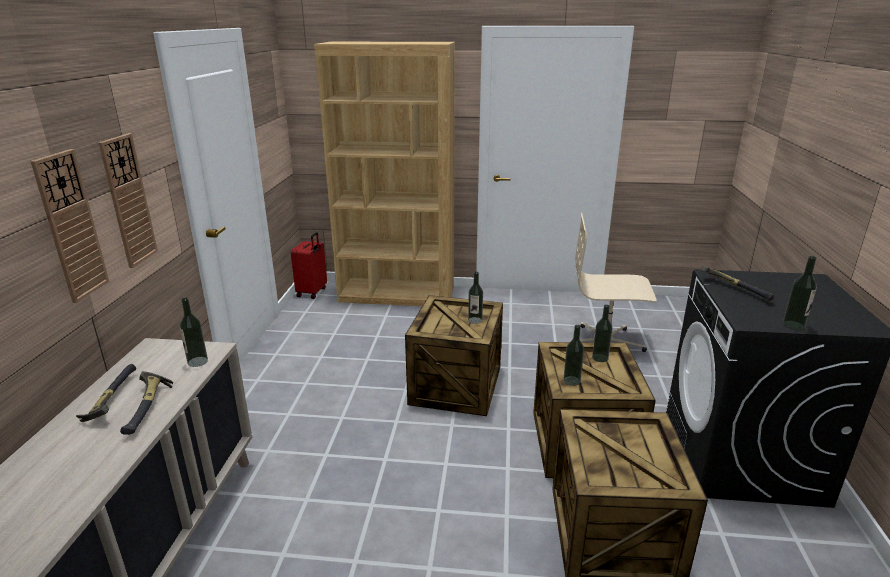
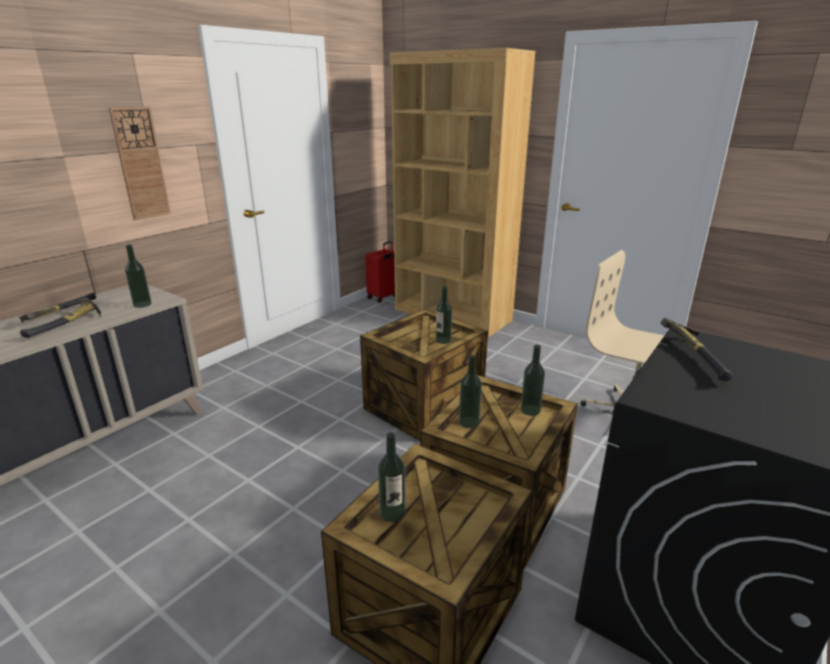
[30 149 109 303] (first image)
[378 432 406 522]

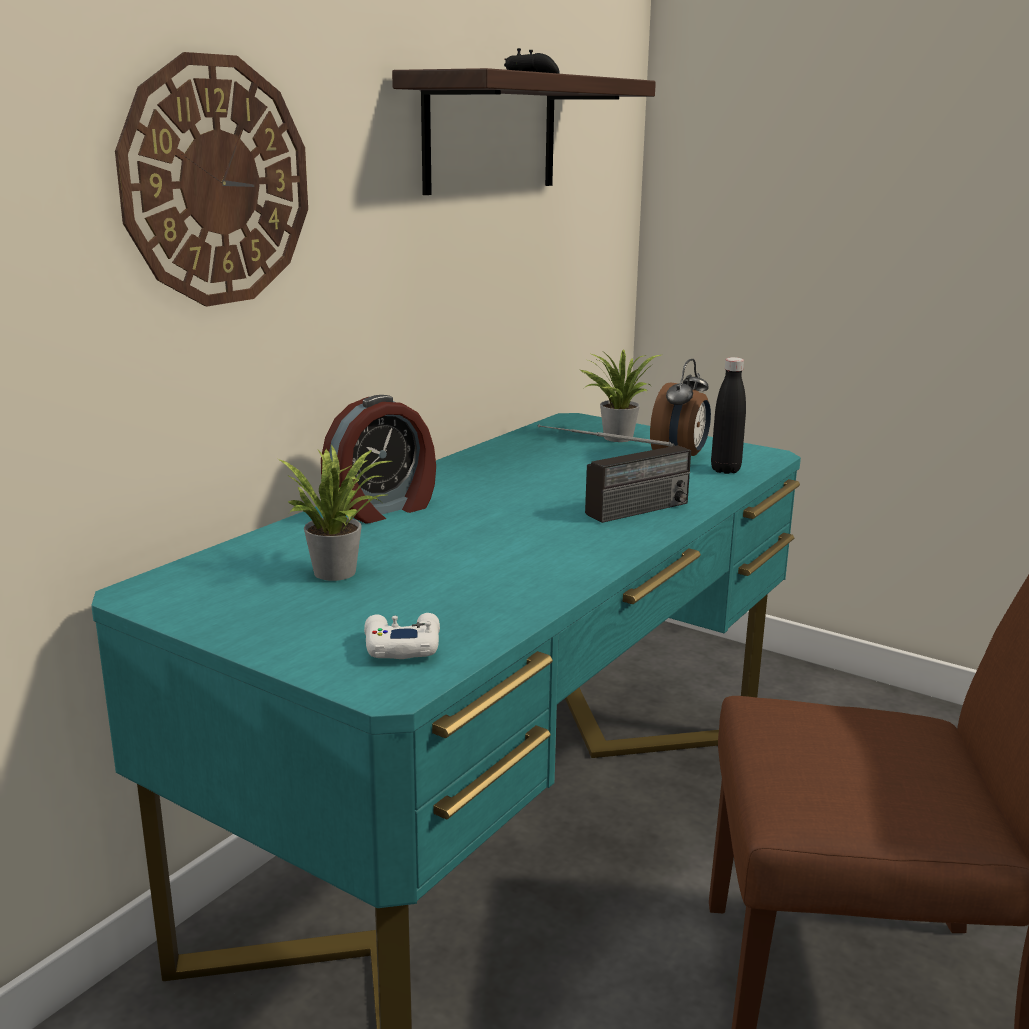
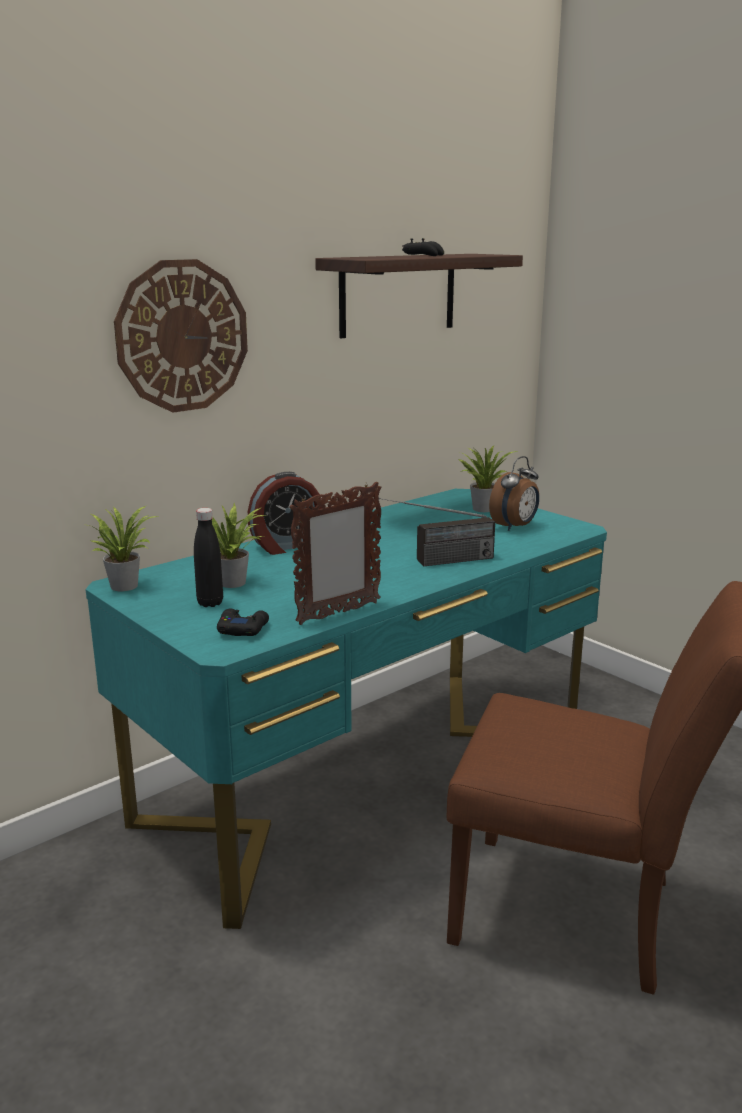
[217 609 269 636]
[194 508 223 607]
[88 506 160 591]
[290 482 382 625]

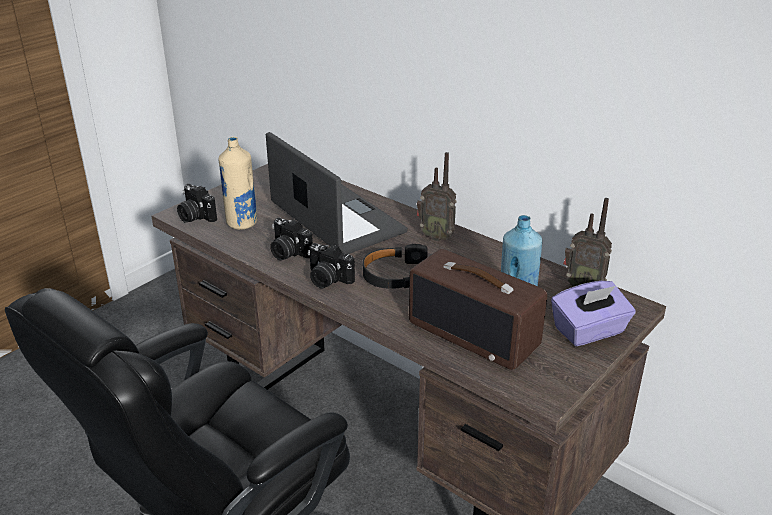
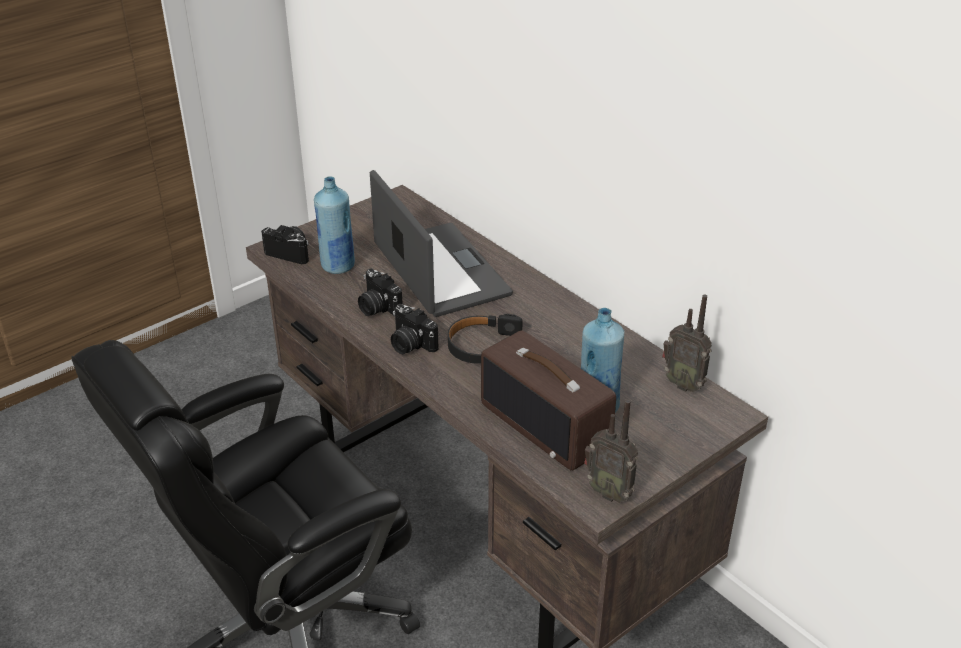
[261 225 309 264]
[314 176 355 274]
[584 400 638 503]
[551 281 635 346] (first image)

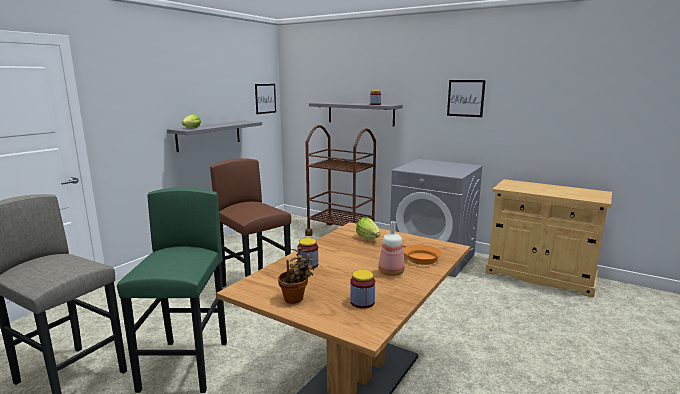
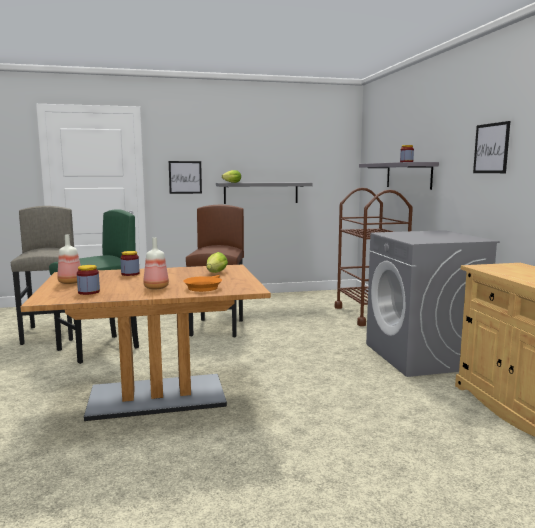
[169 161 202 194]
[57 234 81 284]

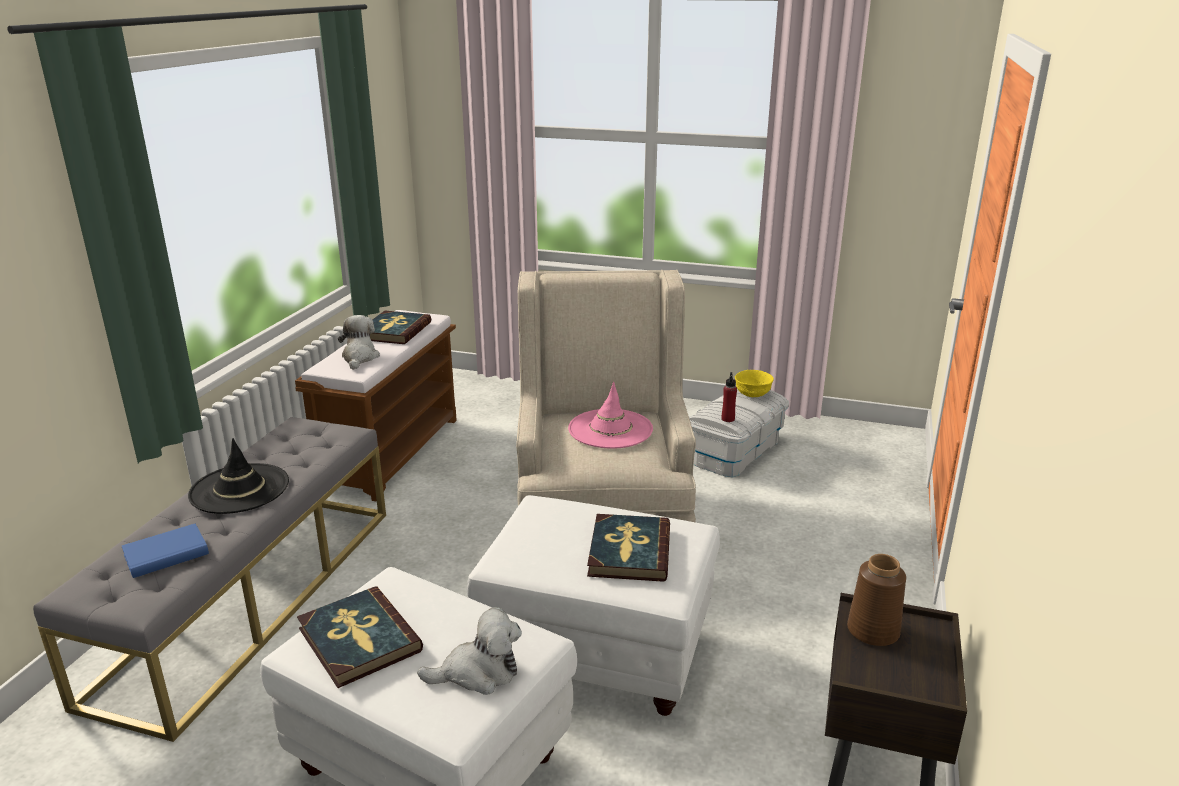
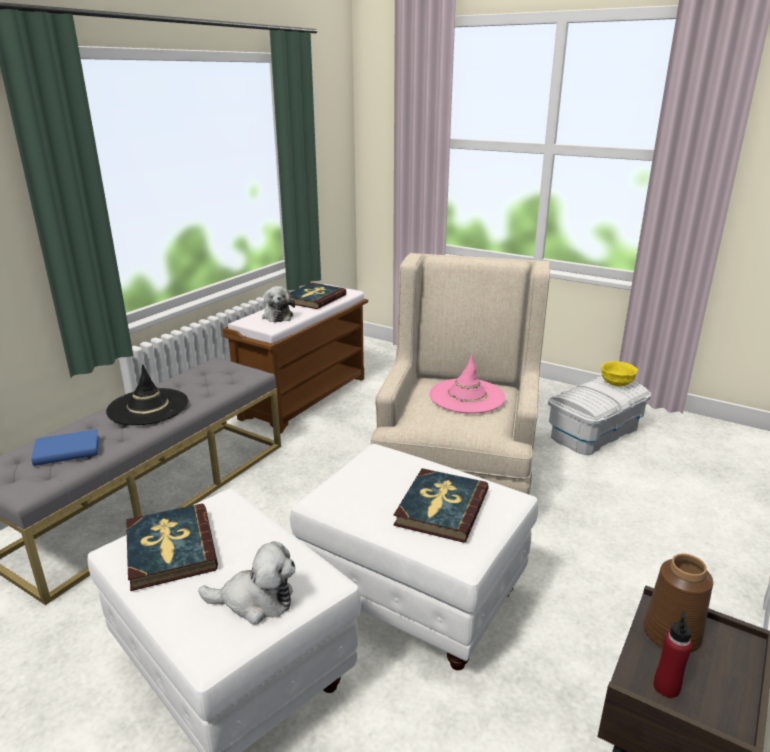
[262 286 295 323]
[653 611 692 698]

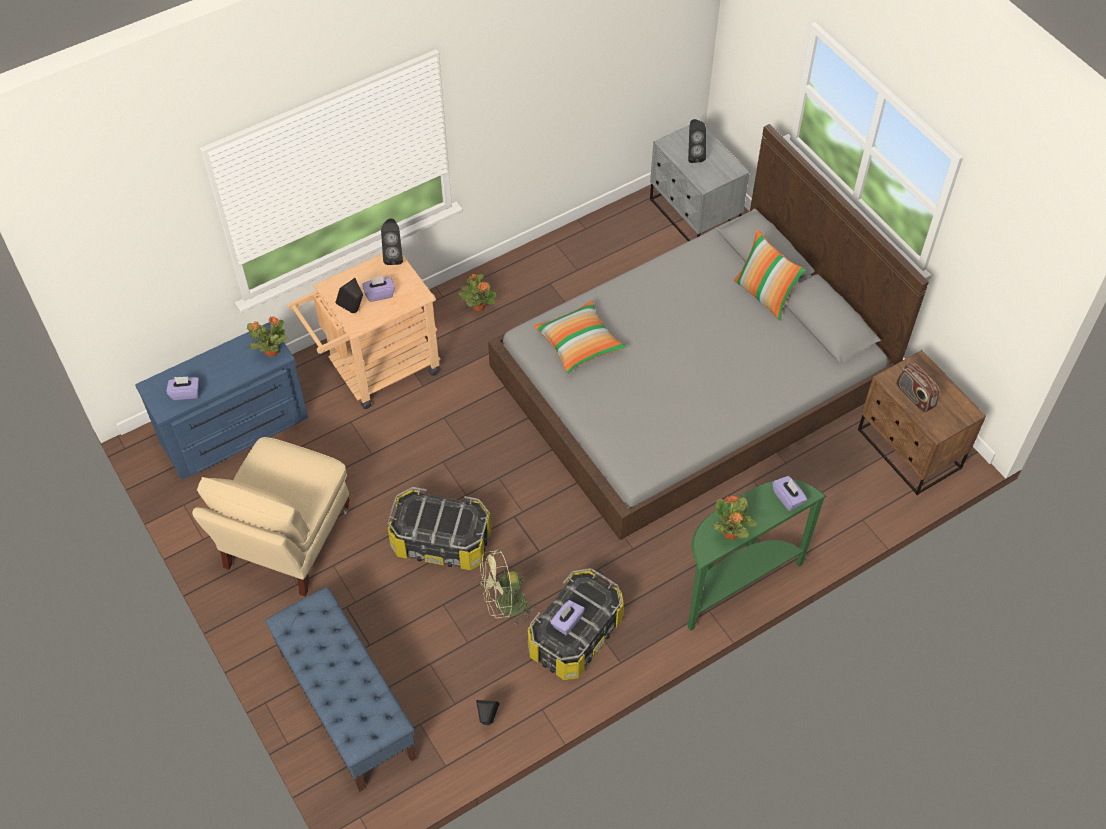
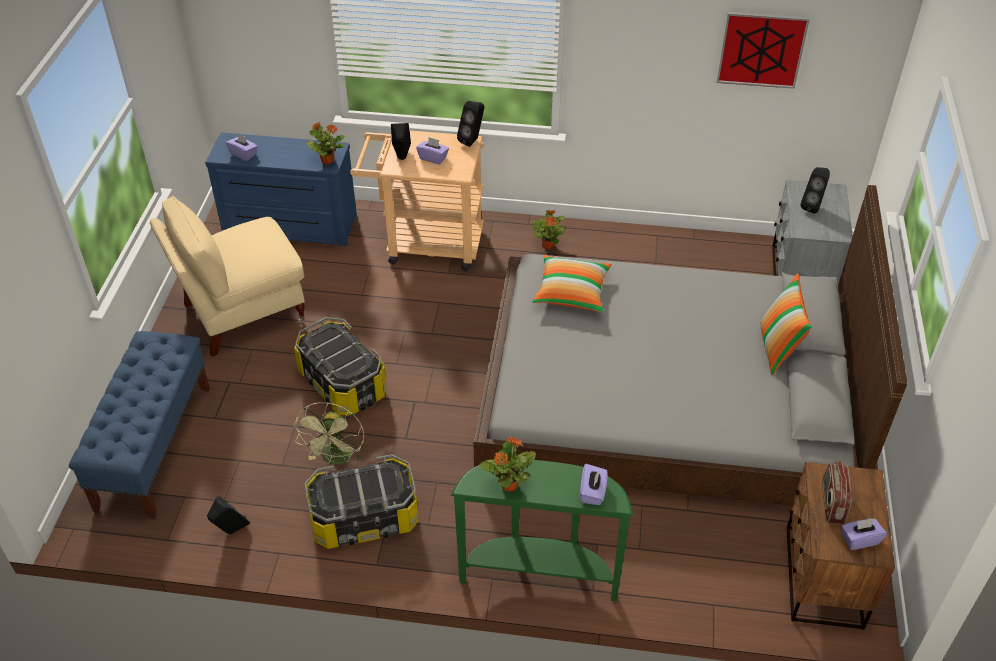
[294 402 364 465]
[841 519 887 550]
[717 12 810 89]

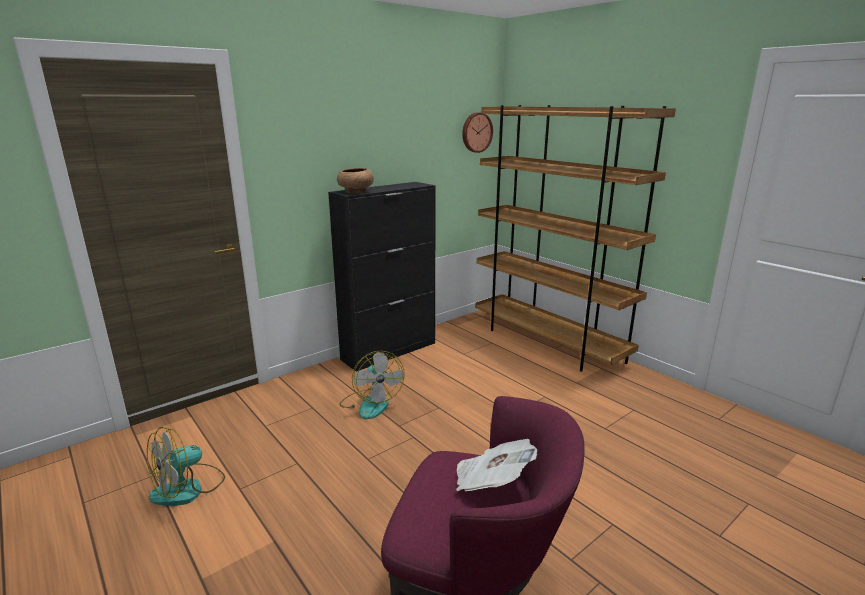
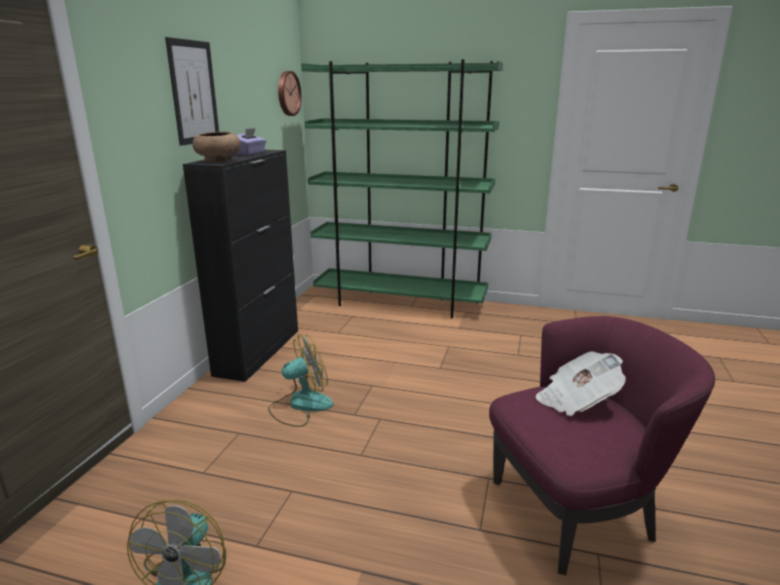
[268 334 333 427]
[301 59 503 319]
[165 37 219 146]
[236 128 266 155]

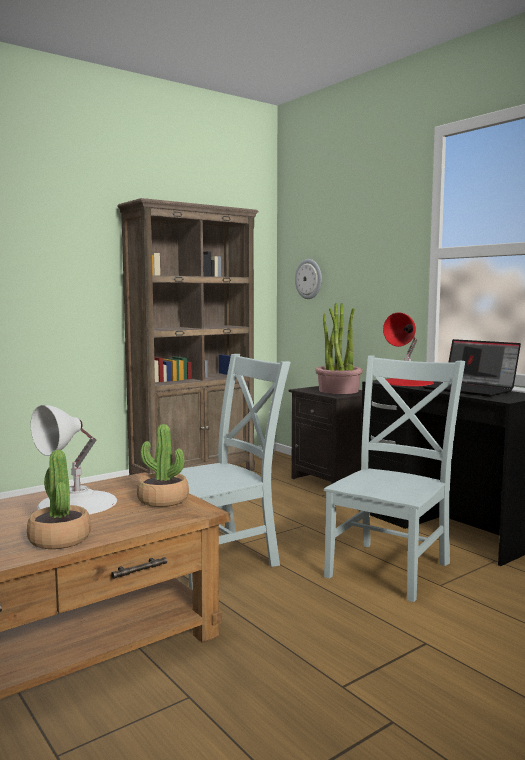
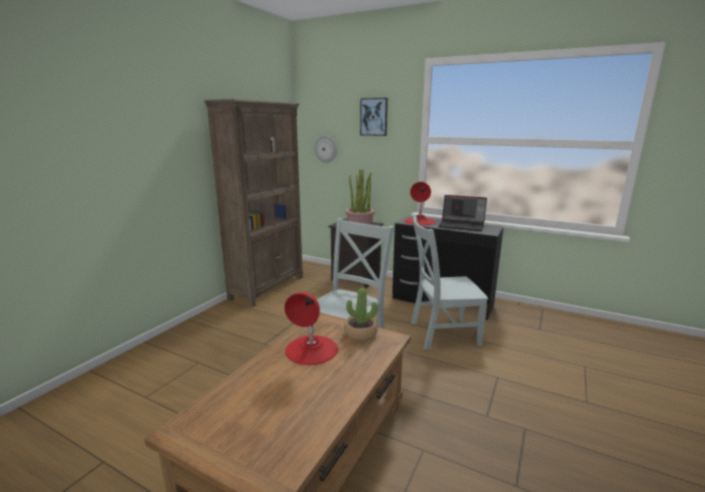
[27 450 91 549] (first image)
[284 292 338 365]
[411 215 488 350]
[360 98 388 136]

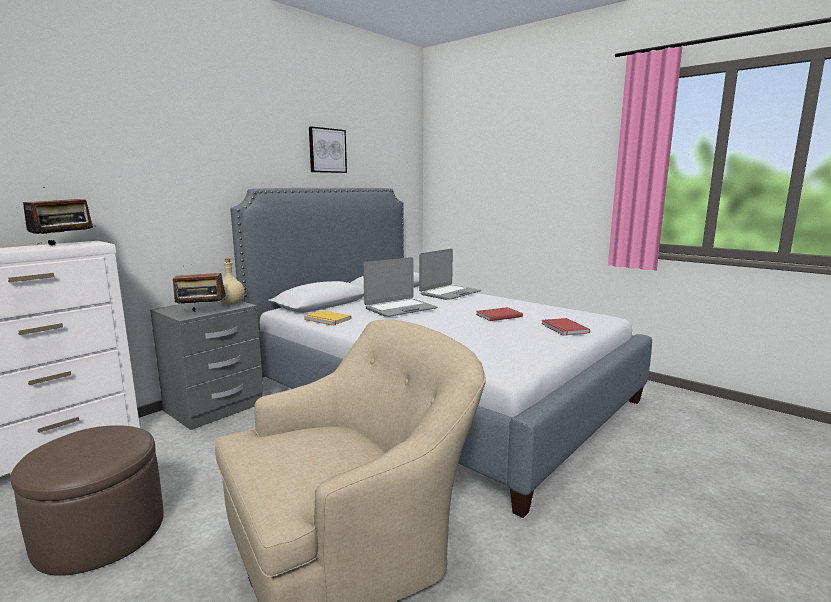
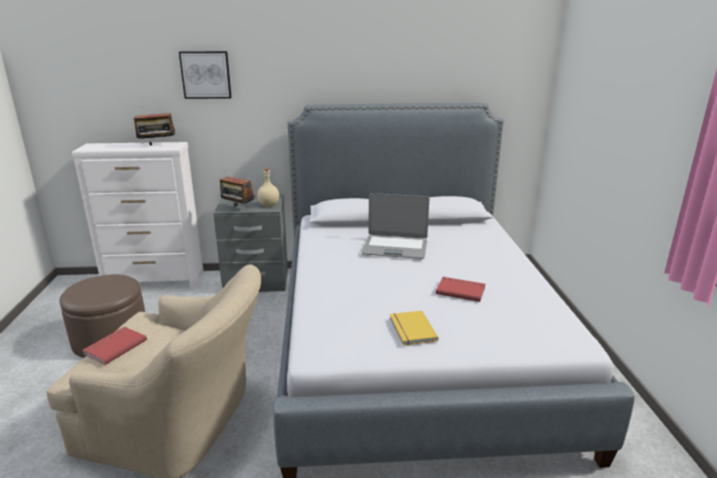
[390 311 439 346]
[179 51 232 99]
[419 249 481 300] (first image)
[82 327 147 365]

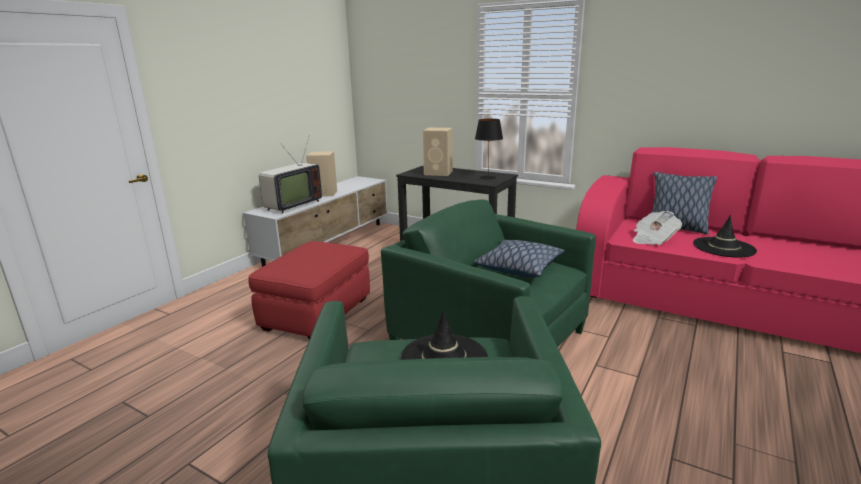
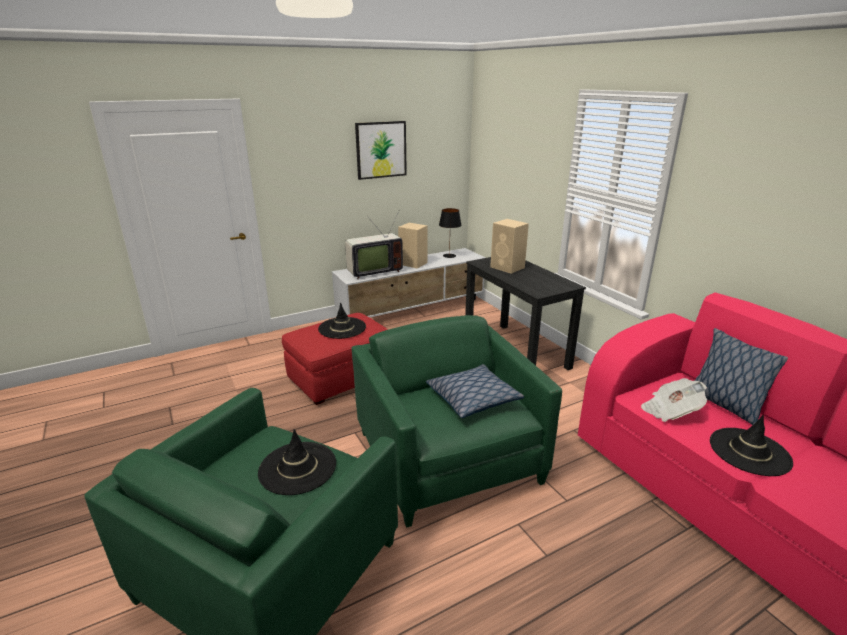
[439 208 462 258]
[318 303 366 339]
[355 121 407 180]

